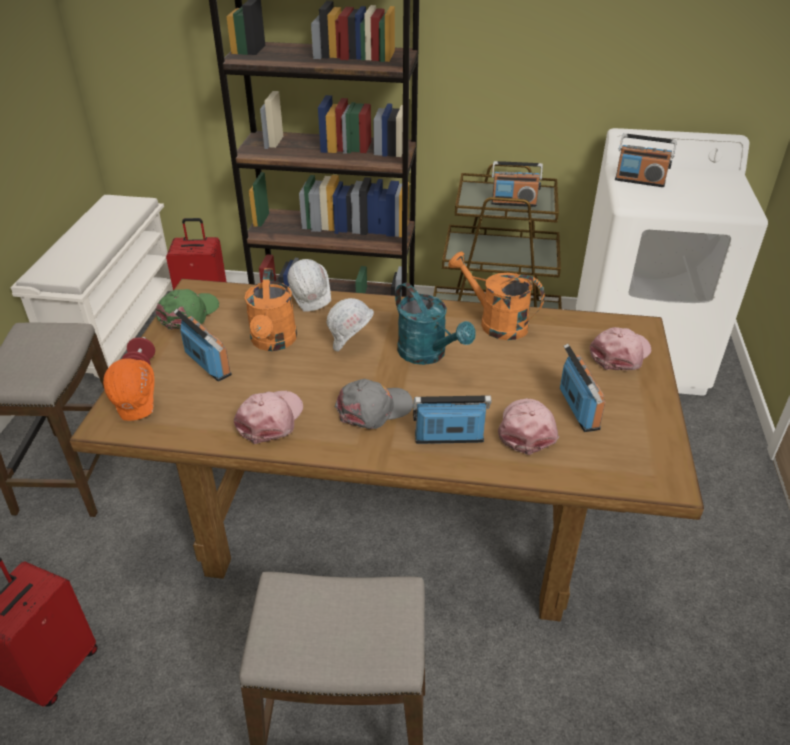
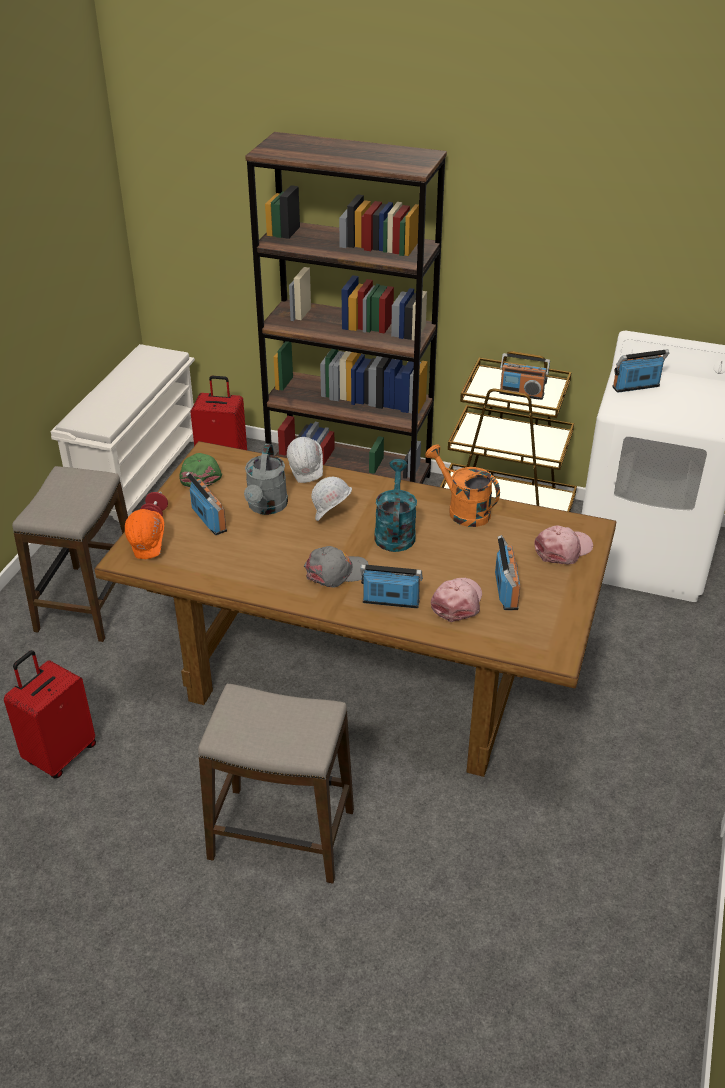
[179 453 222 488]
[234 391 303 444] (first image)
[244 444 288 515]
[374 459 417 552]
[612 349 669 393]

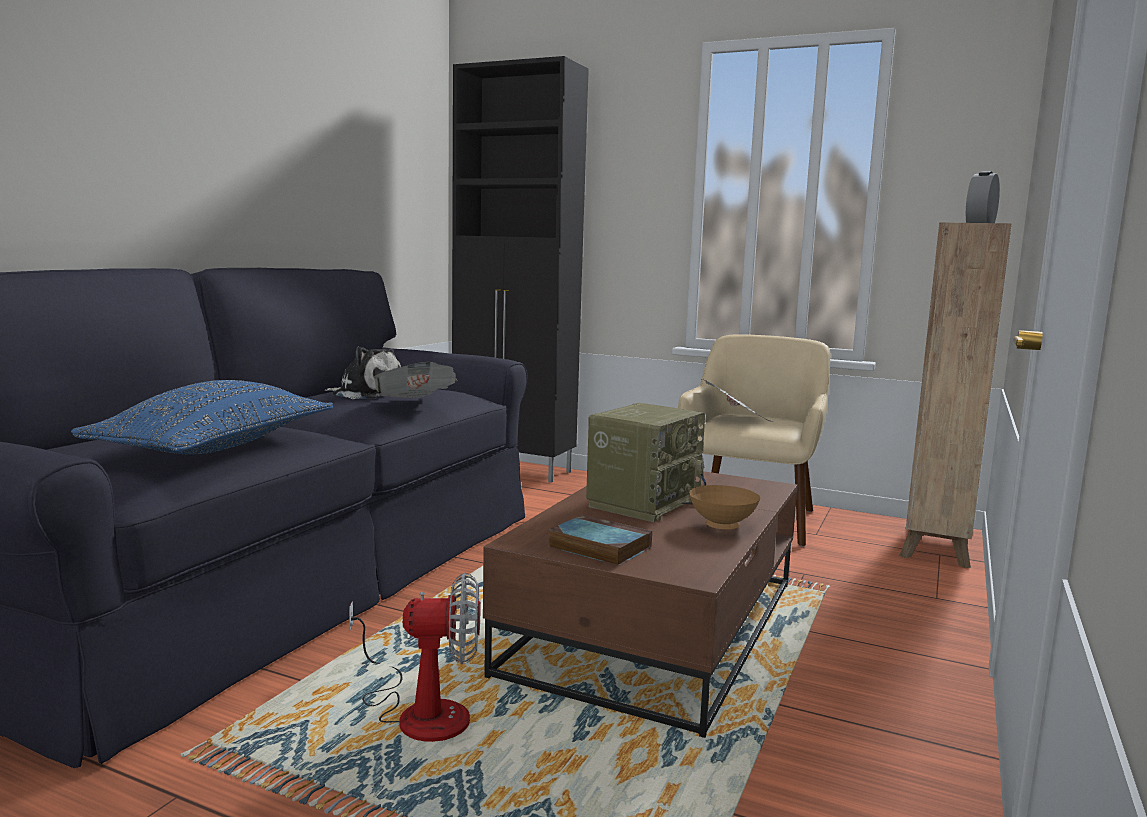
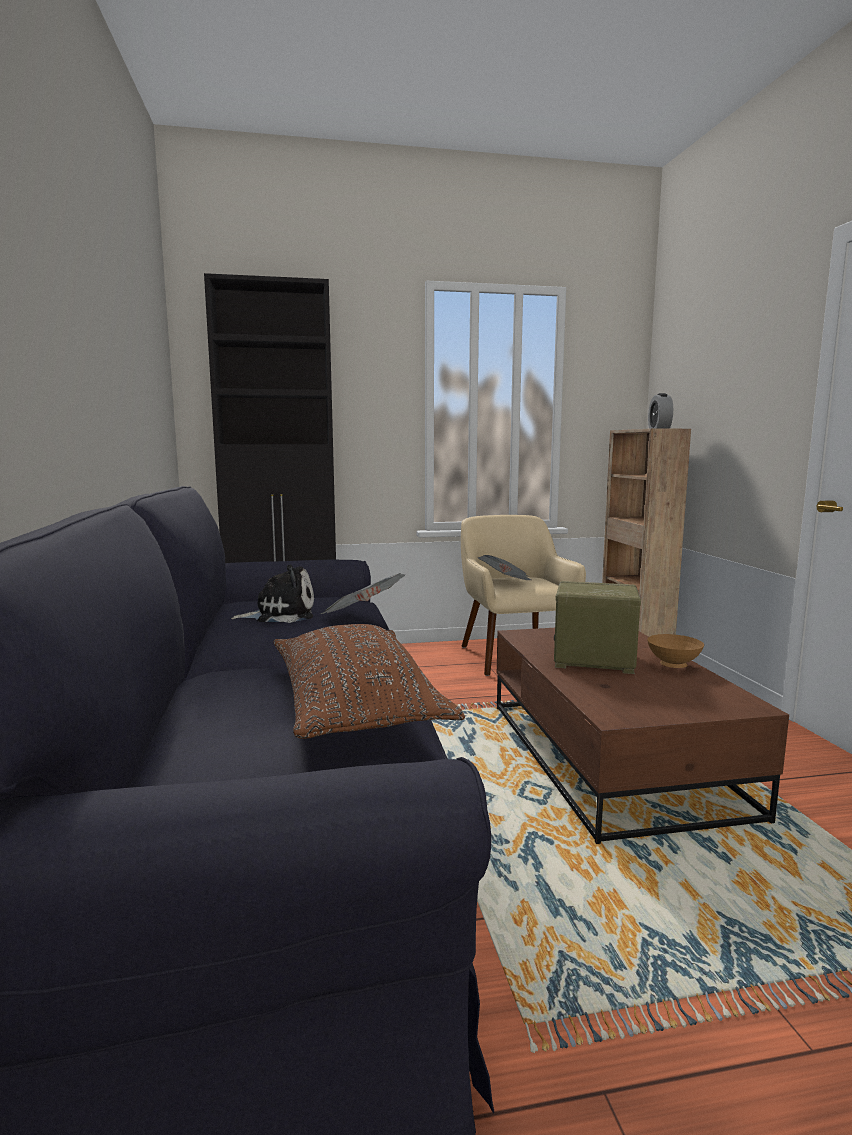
[274 624 465 739]
[349 573 480 742] (first image)
[548 515 652 566] (first image)
[554 581 641 674]

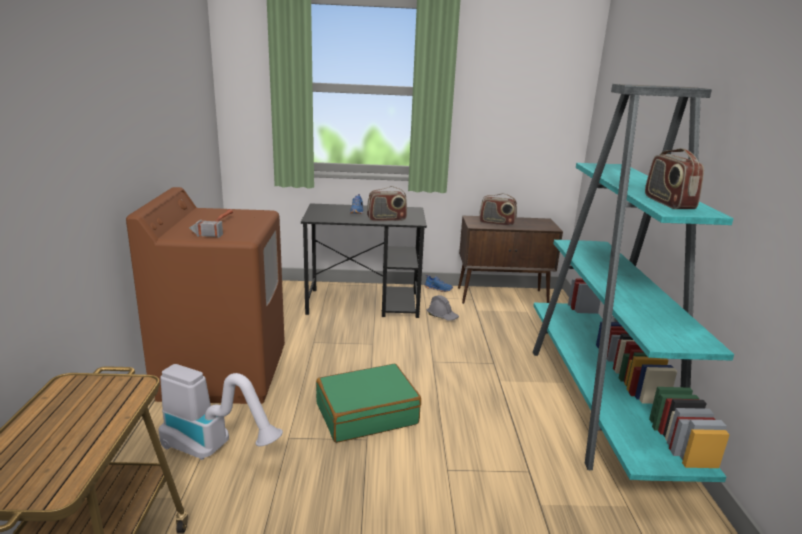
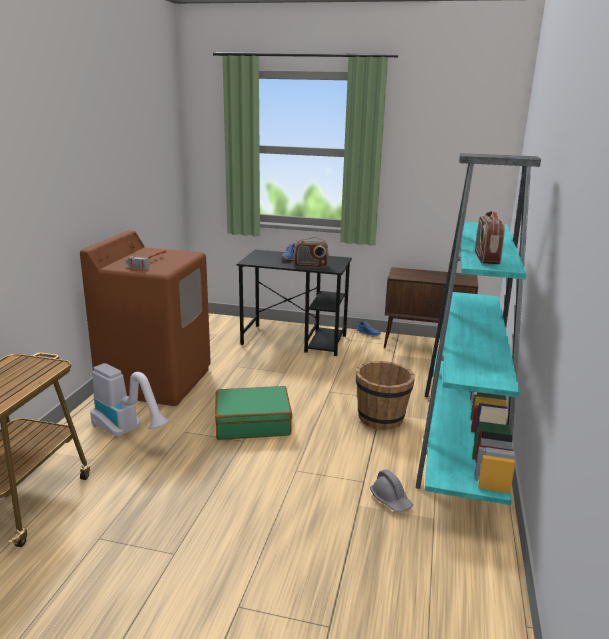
[370 470 413 512]
[479 193 517 226] (first image)
[356 361 415 430]

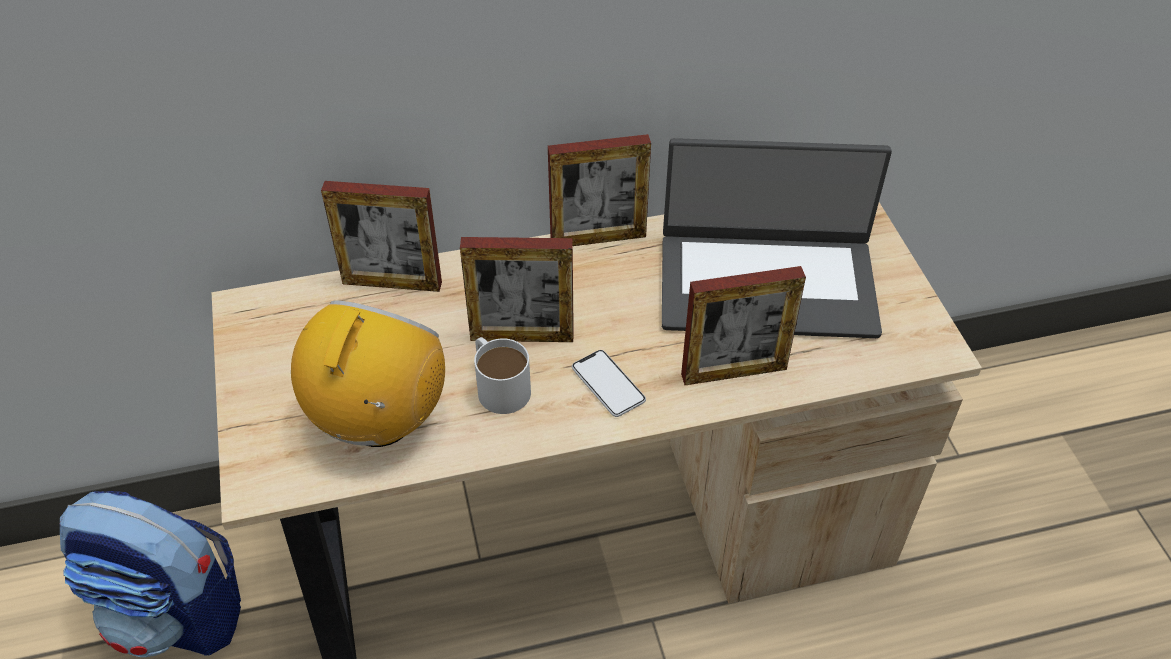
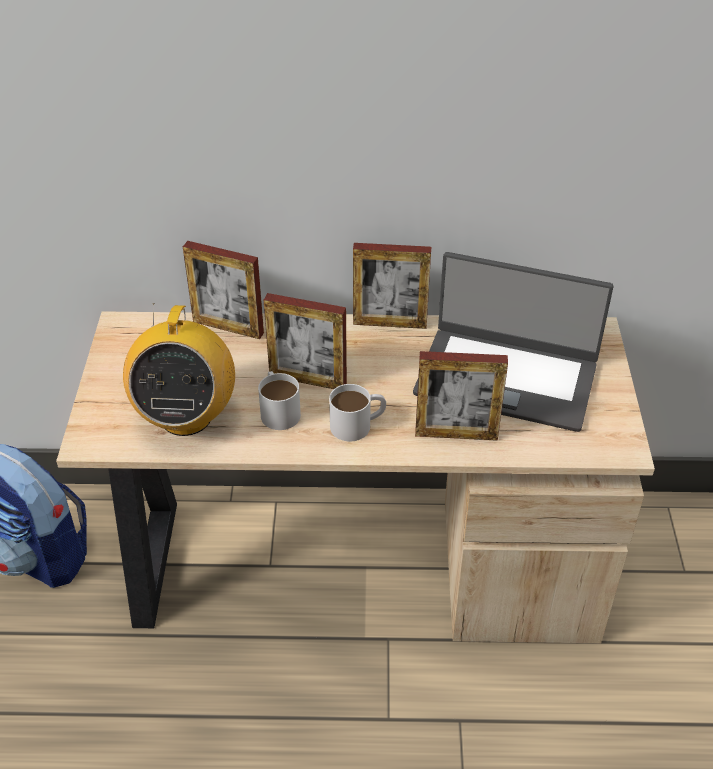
[123 303 235 436]
[329 384 386 441]

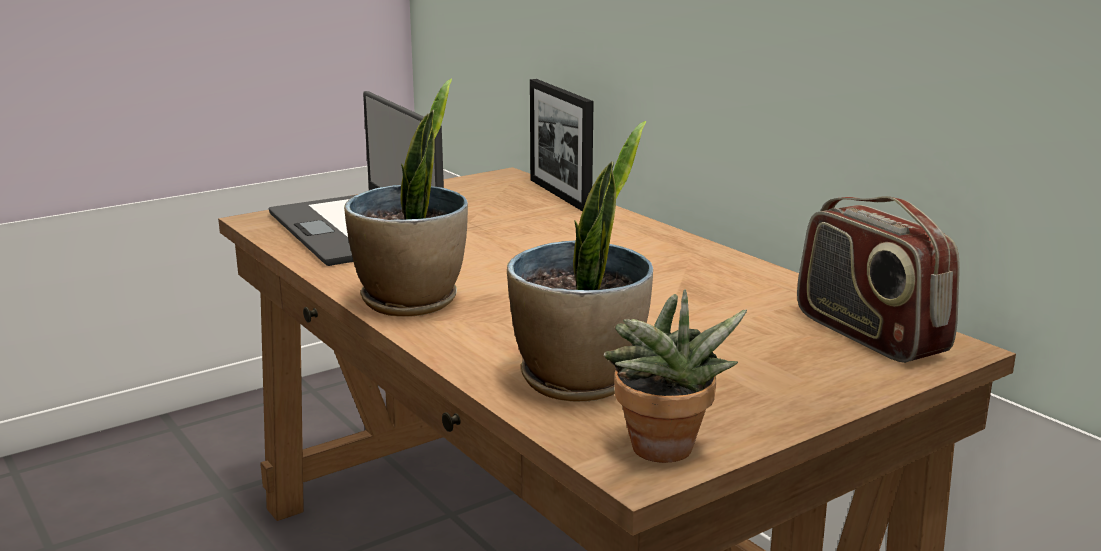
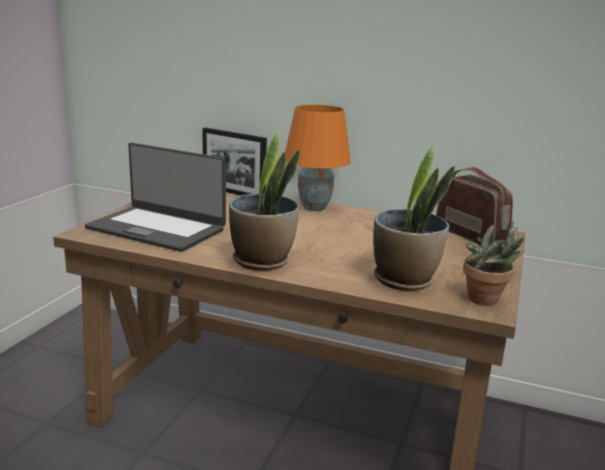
[436 167 513 245]
[285 105 351 211]

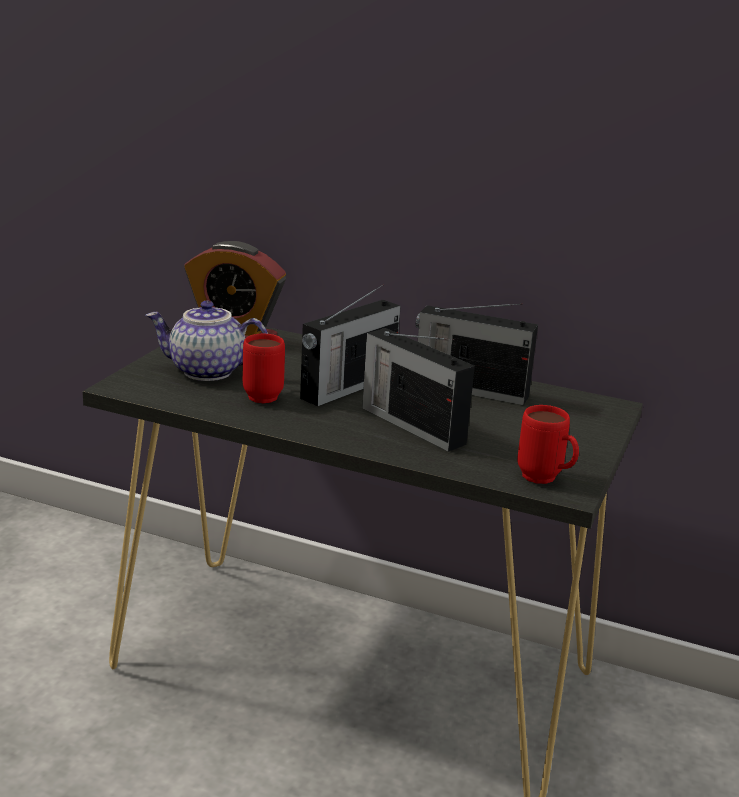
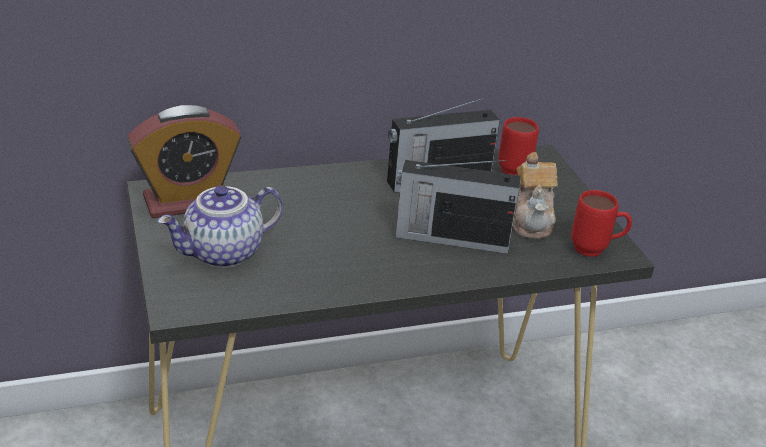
[498 117 539 175]
[300 284 401 406] (first image)
[513 152 558 239]

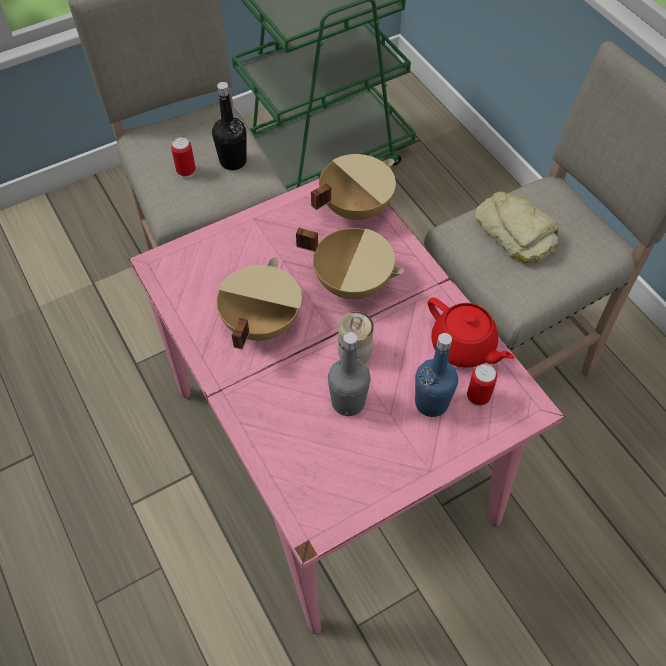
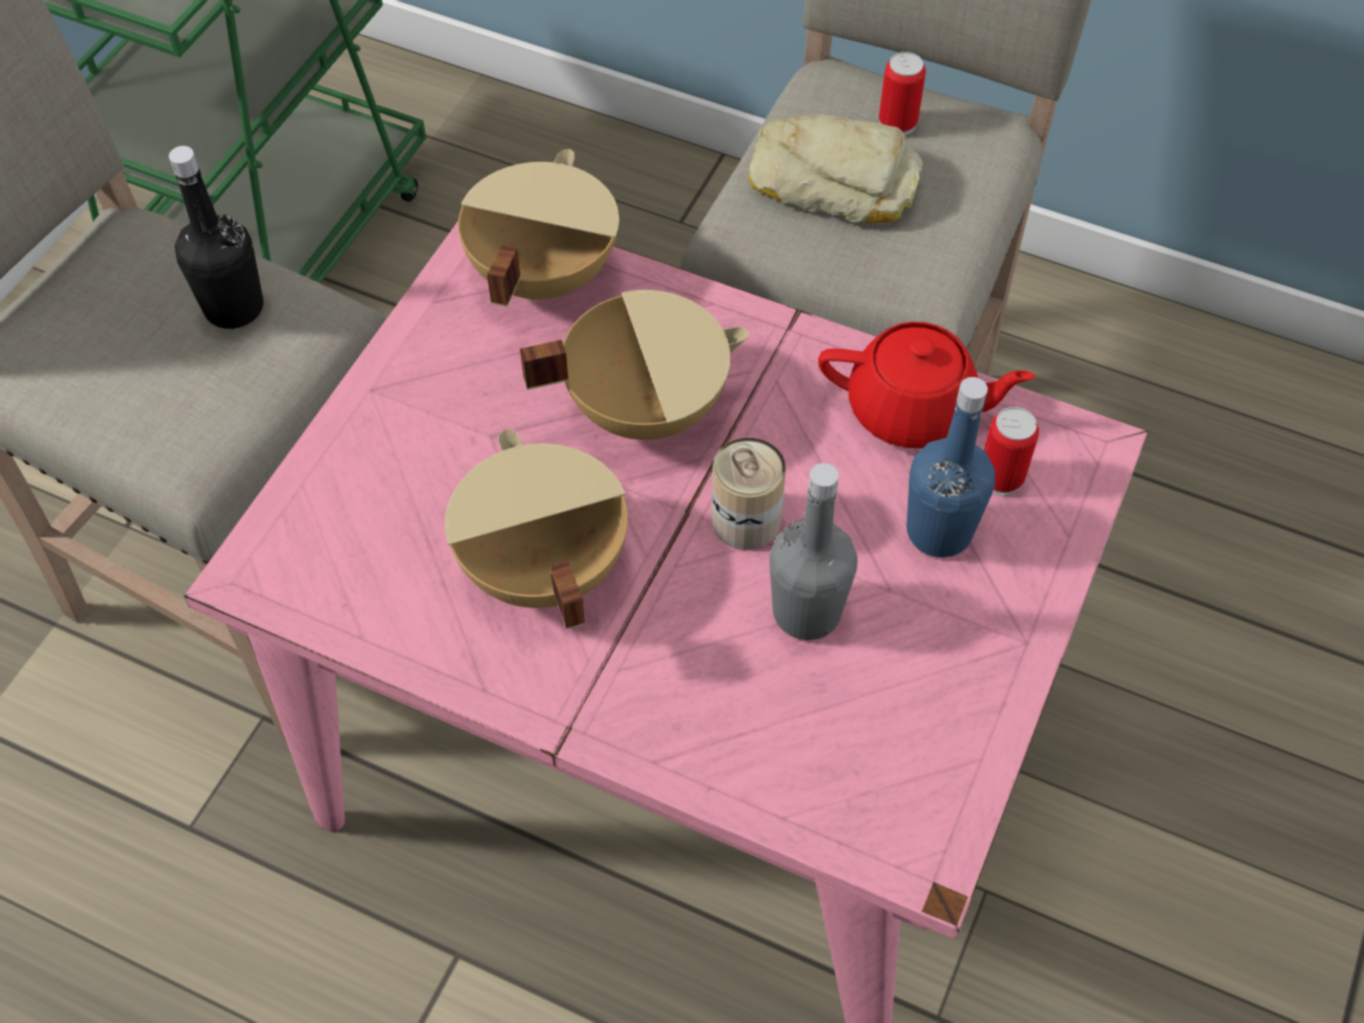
[879 52 926 135]

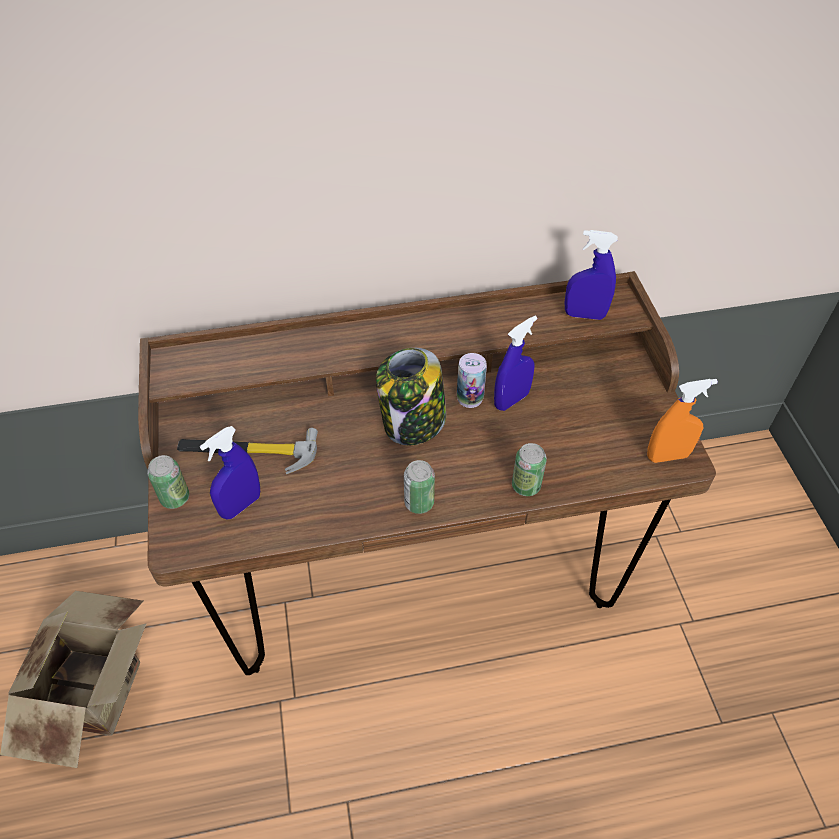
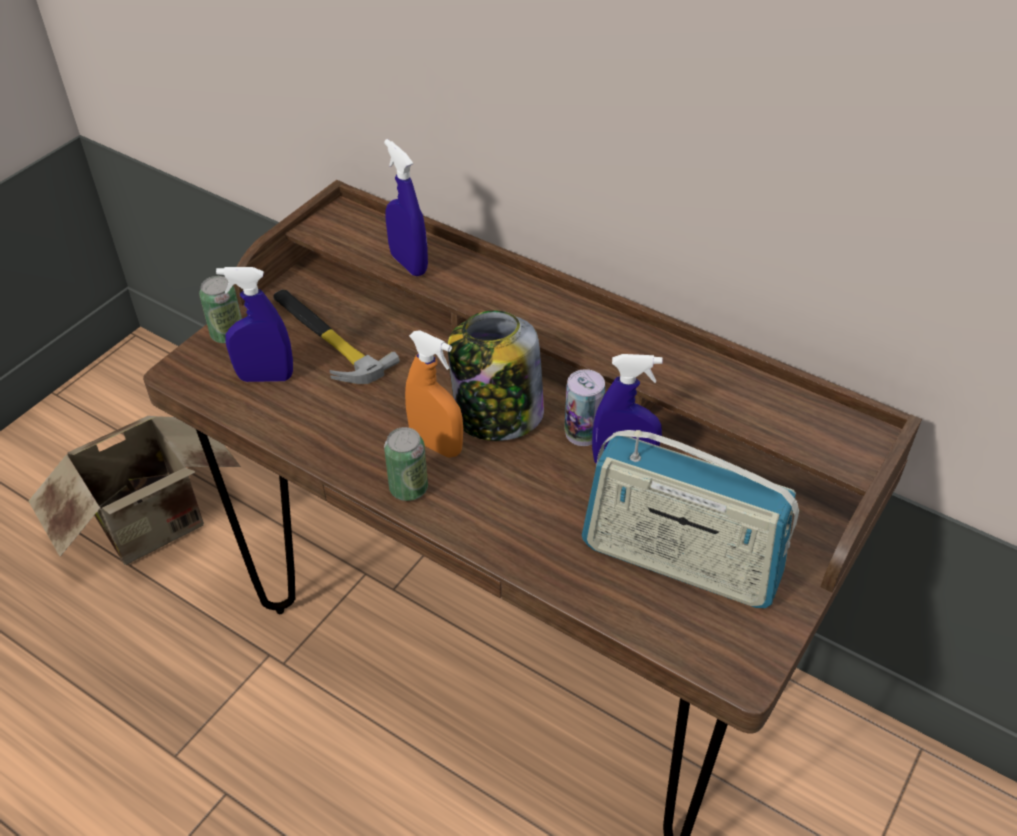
[512 443 547 496] (first image)
[384 139 428 276]
[405 330 463 458]
[582 430 799 608]

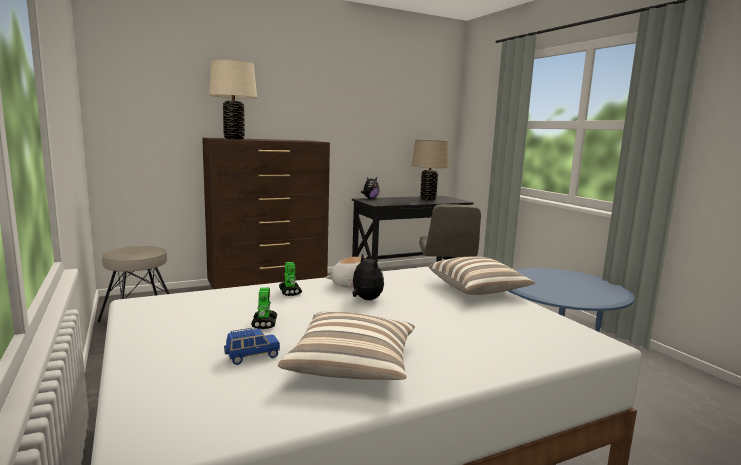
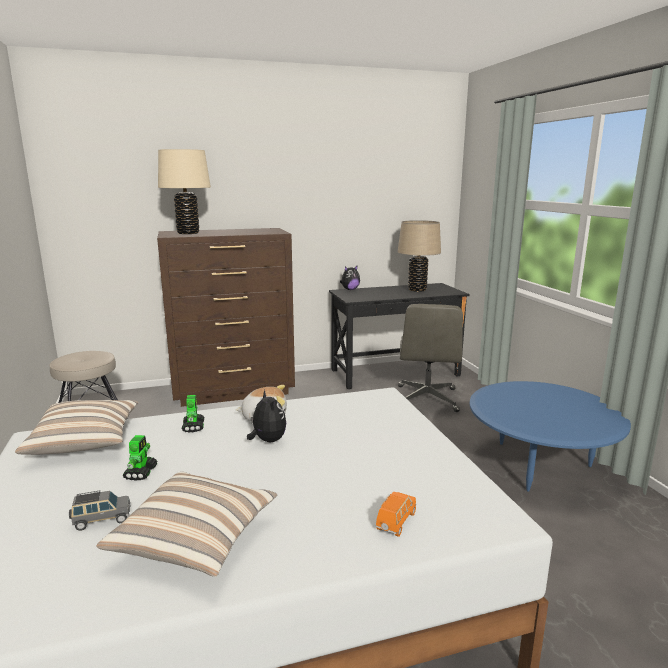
[69 491 130 531]
[15 400 139 455]
[376 491 416 537]

